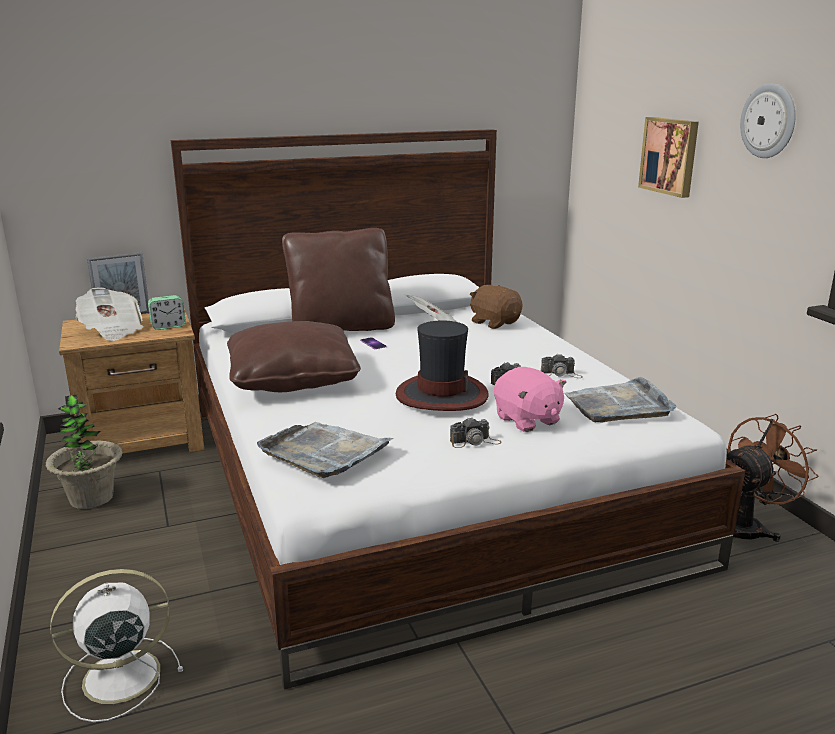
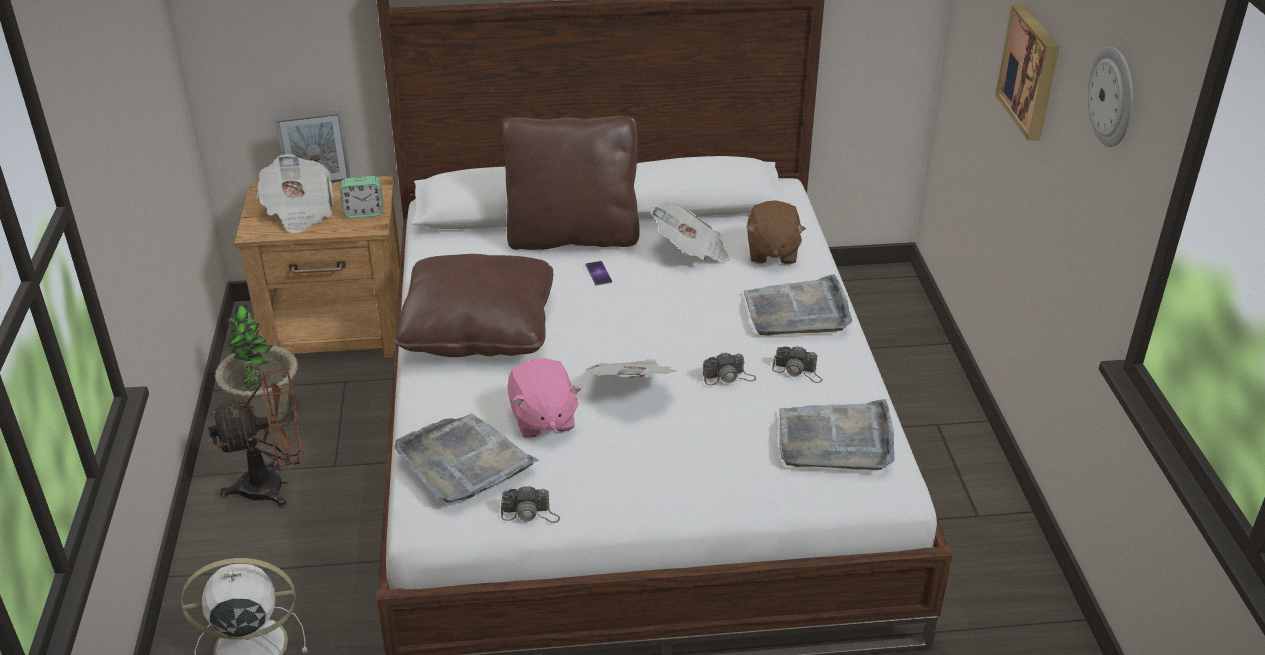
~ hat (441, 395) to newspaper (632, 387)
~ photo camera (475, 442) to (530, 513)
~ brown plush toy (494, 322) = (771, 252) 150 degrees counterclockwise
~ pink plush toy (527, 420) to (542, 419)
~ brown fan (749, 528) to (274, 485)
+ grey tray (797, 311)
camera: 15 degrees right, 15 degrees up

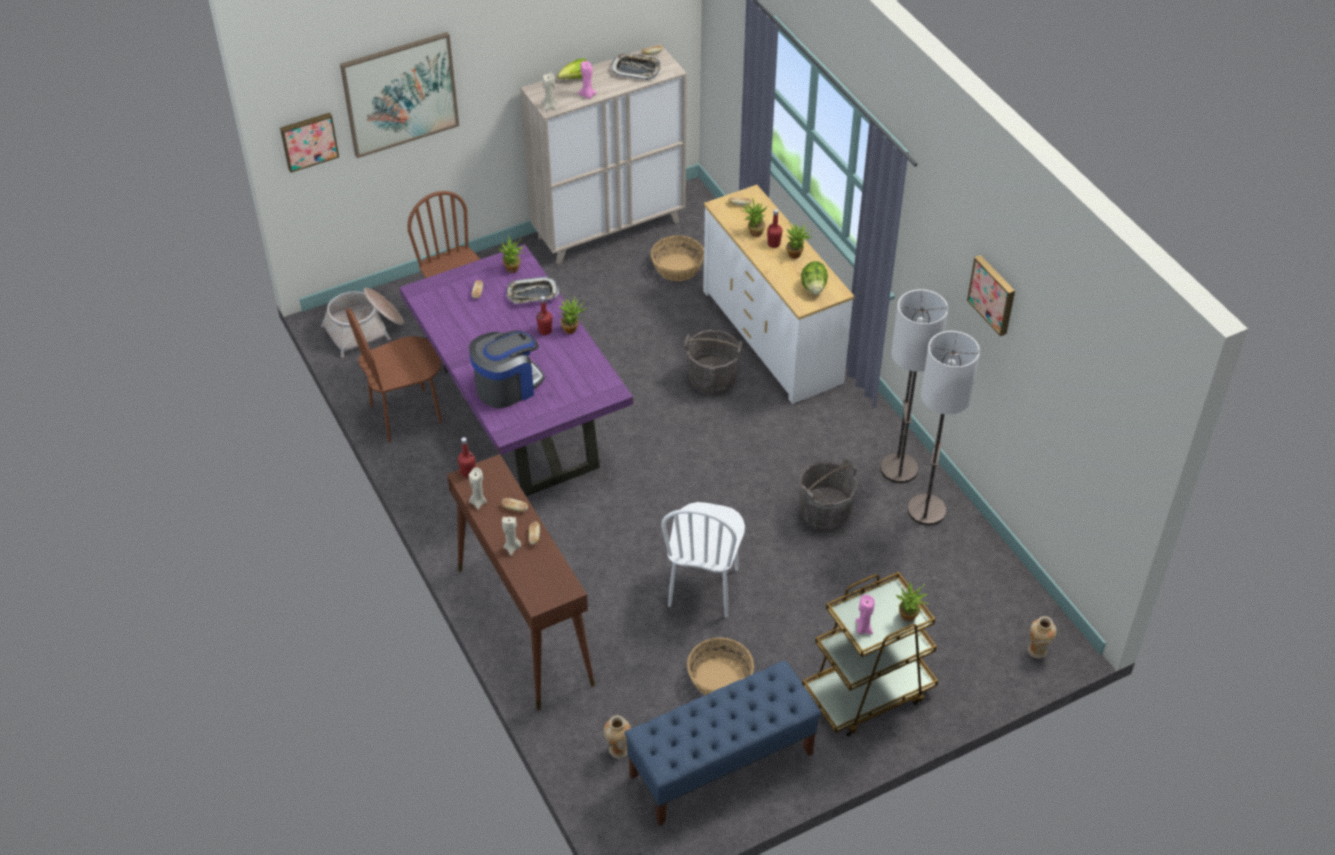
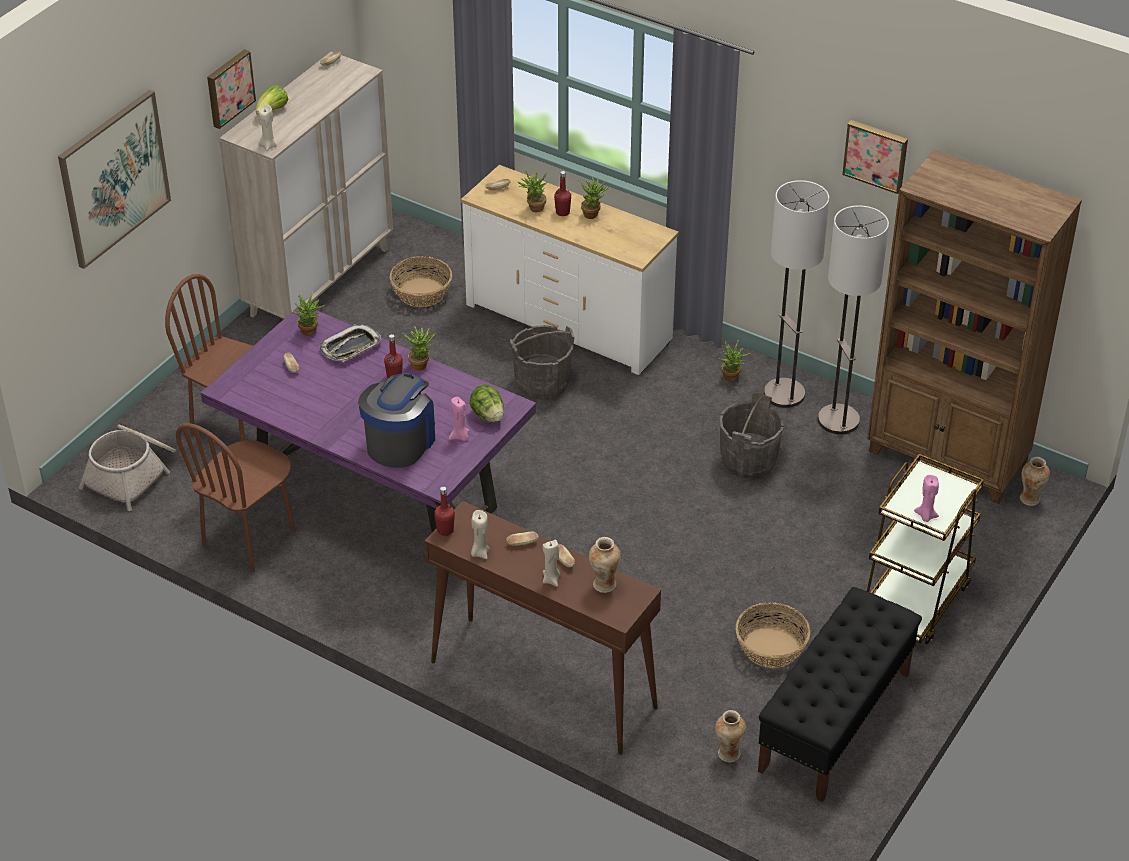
~ picture (308, 141) to (229, 88)
~ pink candle (587, 95) to (460, 437)
- tray (636, 70)
~ blue bench (721, 765) to black bench (834, 722)
- white chair (704, 587)
~ lettuce (814, 288) to (488, 415)
~ potted plant (909, 618) to (732, 378)
+ vase (604, 585)
+ brown bookcase (948, 458)
camera: 30 degrees left, 5 degrees down

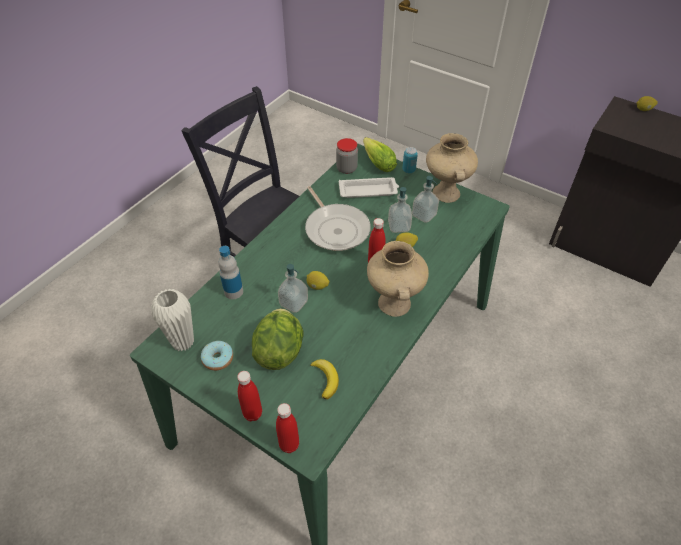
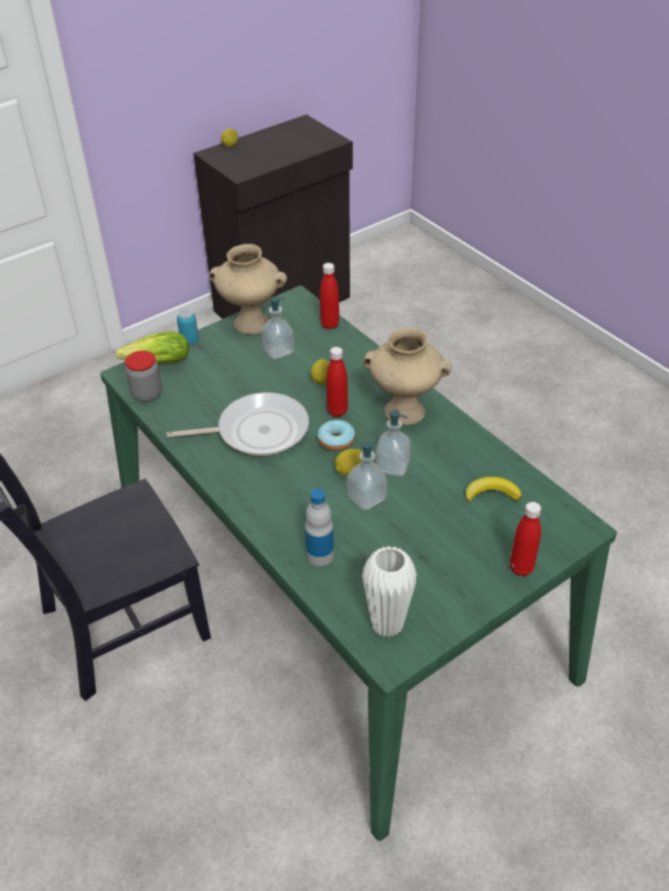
~ donut (218, 359) to (336, 441)
- lettuce (279, 350)
~ red bottle (289, 445) to (330, 325)
- white tray (369, 191)
~ soap dispenser (399, 226) to (392, 466)
camera: 70 degrees left, 5 degrees down

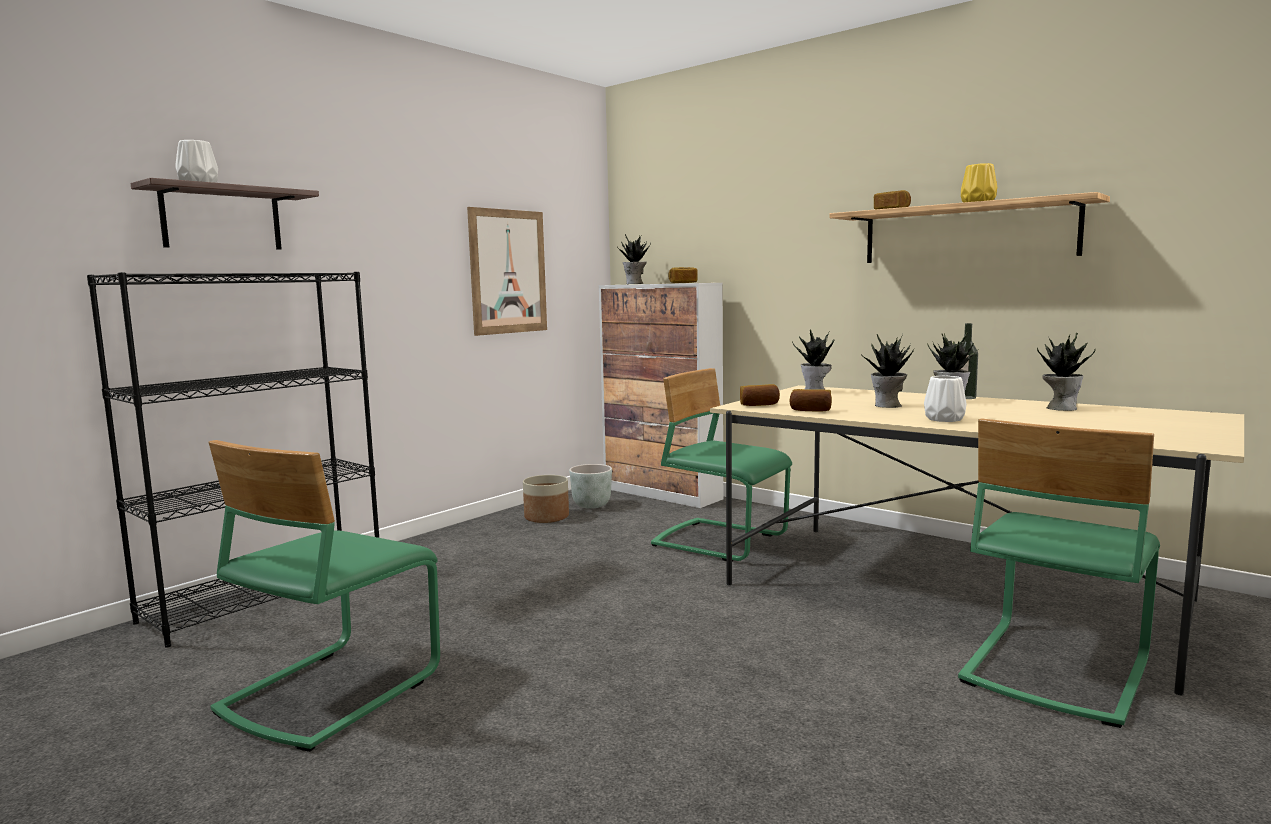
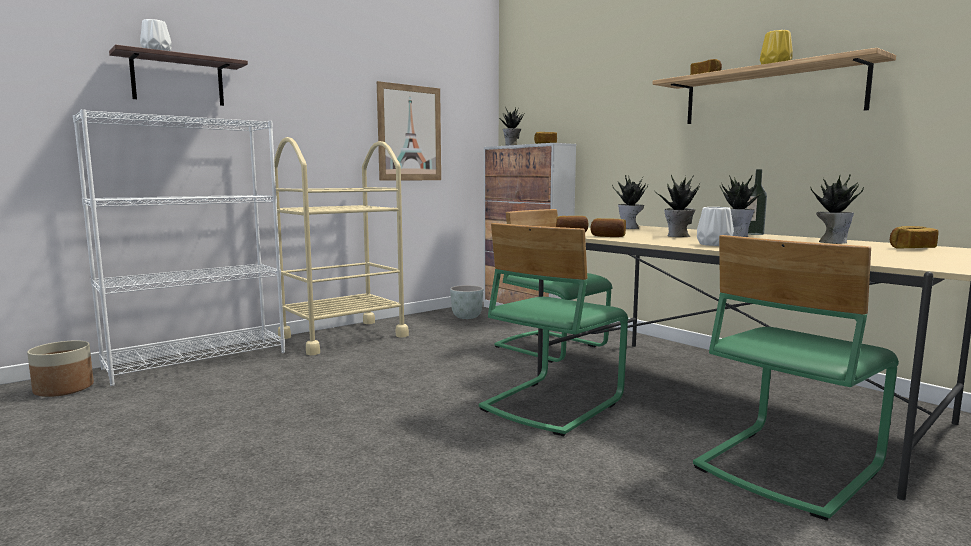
~ black bookcase (267, 597) to white bookcase (198, 360)
~ green chair (329, 691) to (551, 404)
~ planter (546, 517) to (64, 389)
+ beige cart (343, 337)
+ bread (911, 248)
camera: 10 degrees right, 0 degrees up

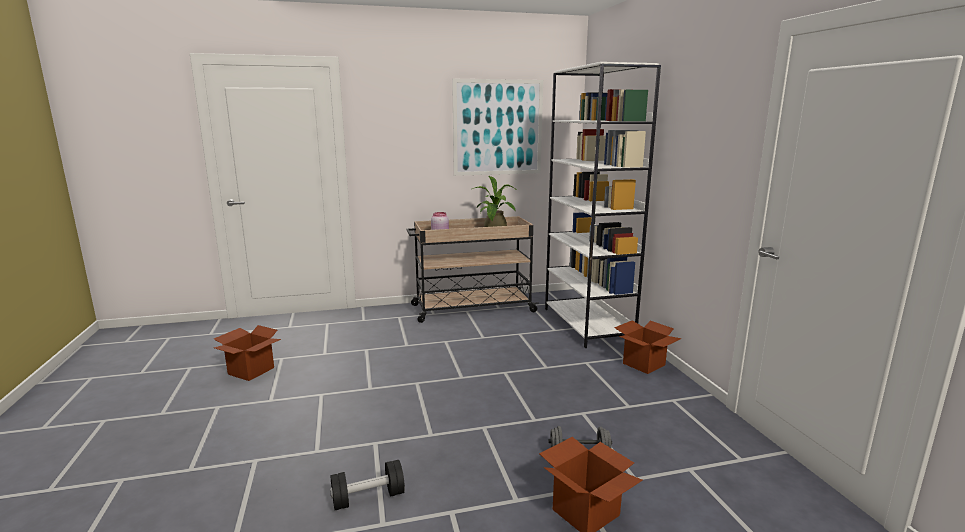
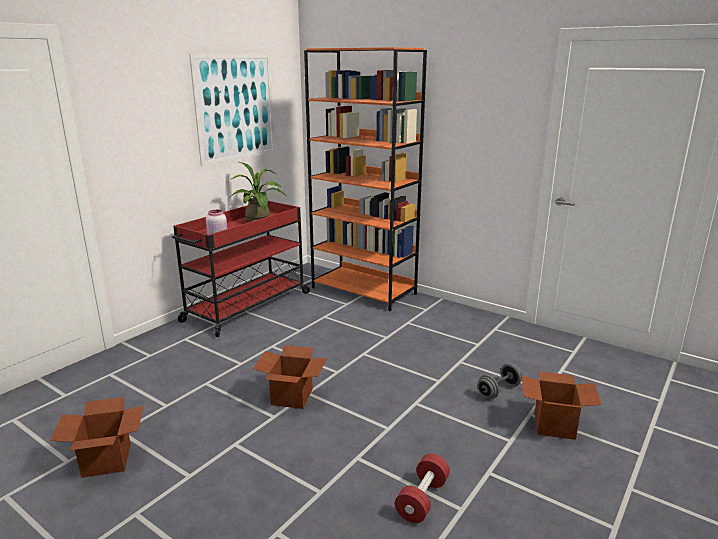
~ black dumbbell (368, 498) to red dumbbell (422, 499)
~ beige cart (471, 308) to red cart (246, 307)
~ white bookcase (588, 324) to orange bookcase (364, 291)
~ cardboard box (643, 364) to (291, 397)
camera: 40 degrees left, 5 degrees up

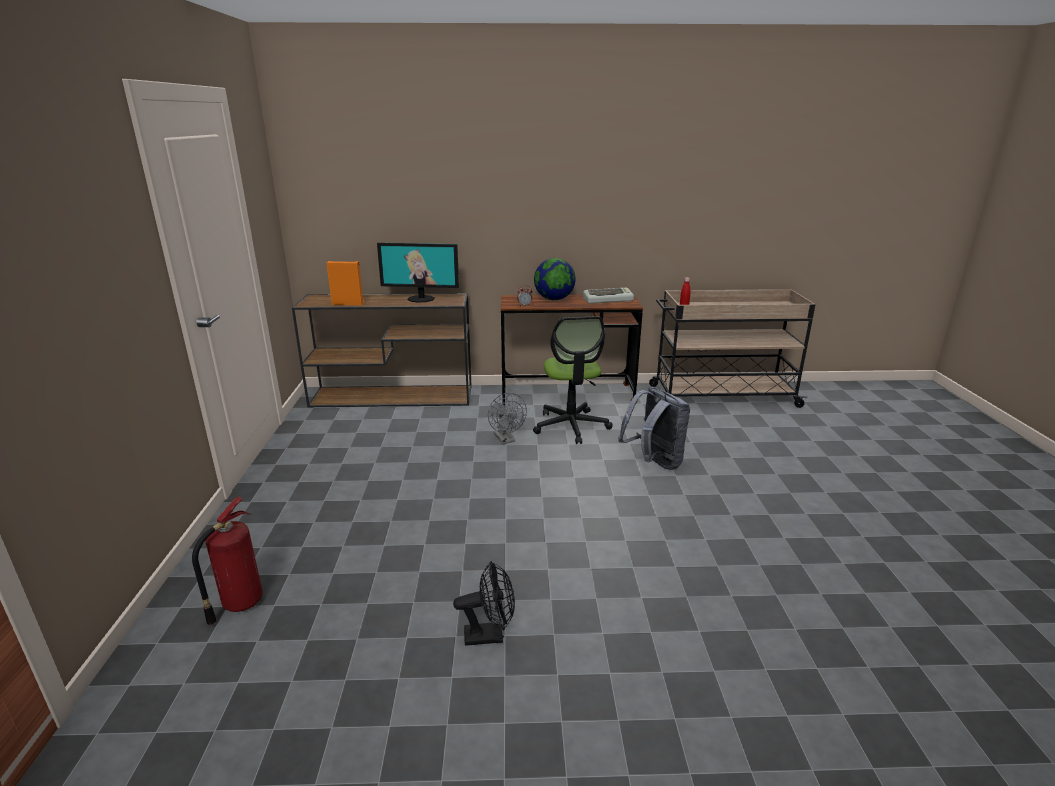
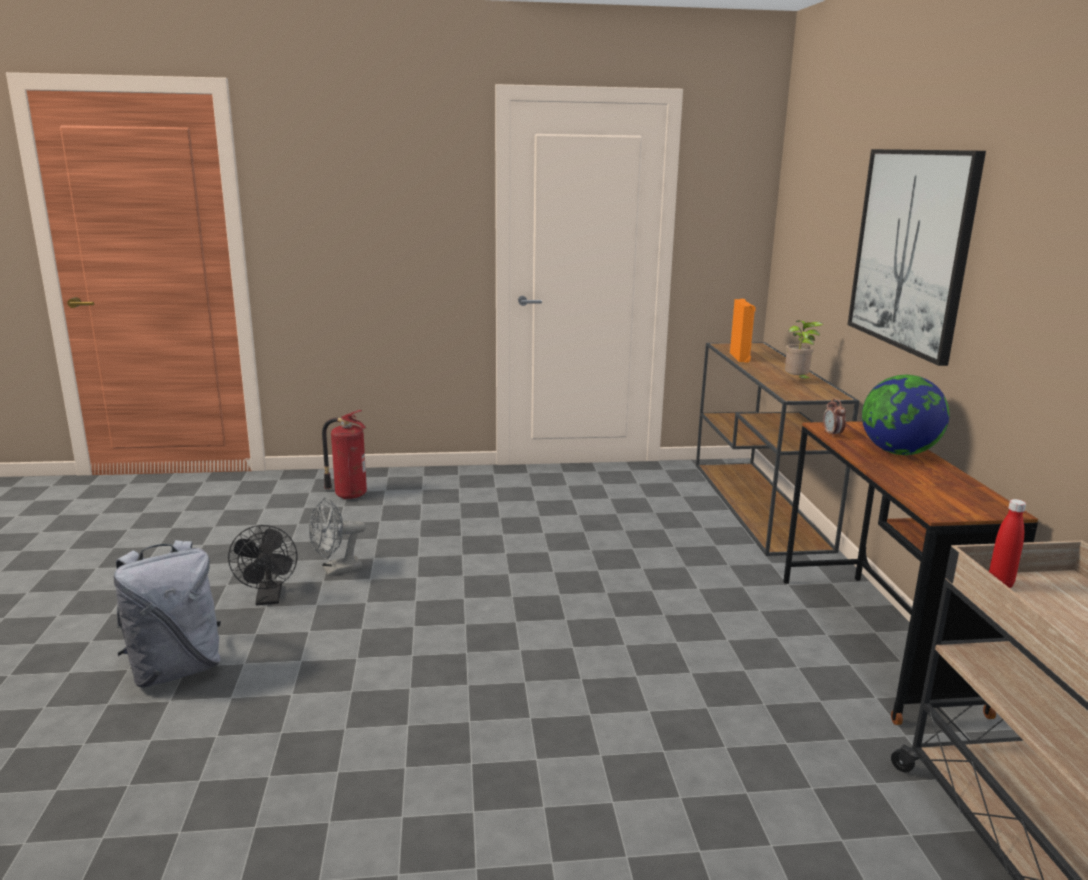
~ monitor (421, 298) to potted plant (797, 381)
~ grey fan (506, 440) to (336, 570)
- office chair (571, 426)
- keyboard (608, 299)
~ grey backpack (654, 463) to (176, 669)
+ picture (911, 250)
camera: 85 degrees right, 5 degrees down

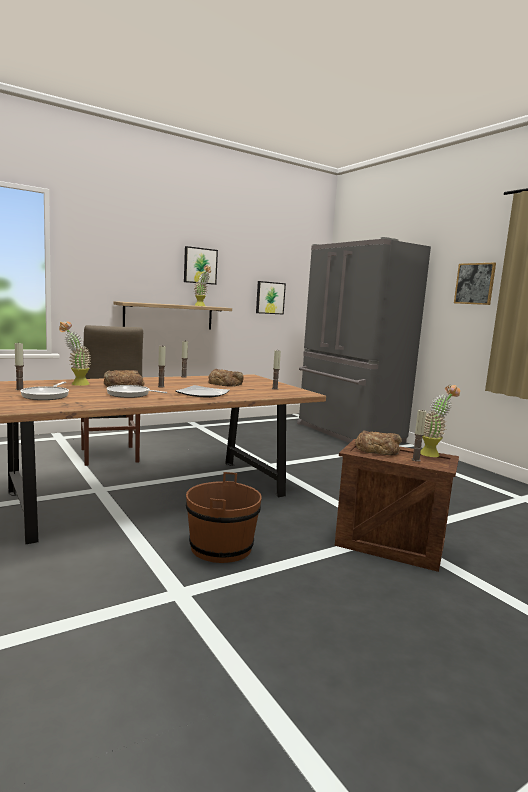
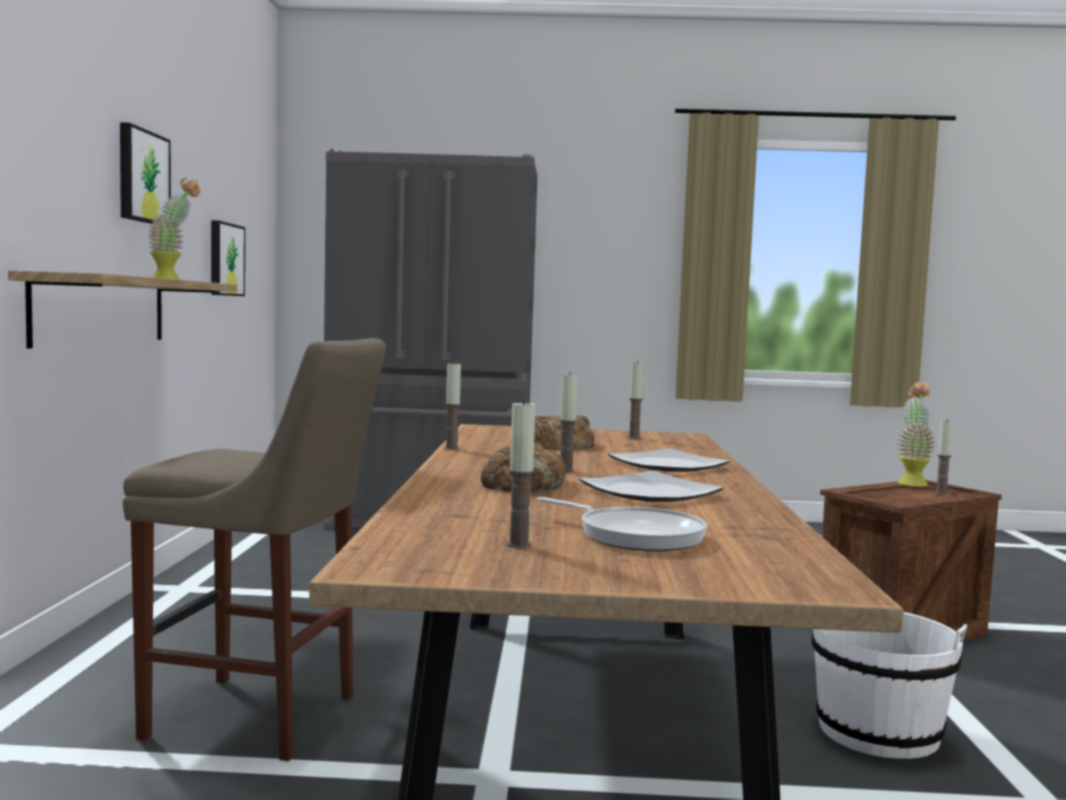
- potted plant (75, 384)
~ frying pan (130, 394) to plate (651, 493)
~ brown bucket (221, 548) to white bucket (878, 731)
- bread (377, 449)
- picture (475, 283)
camera: 55 degrees left, 5 degrees down

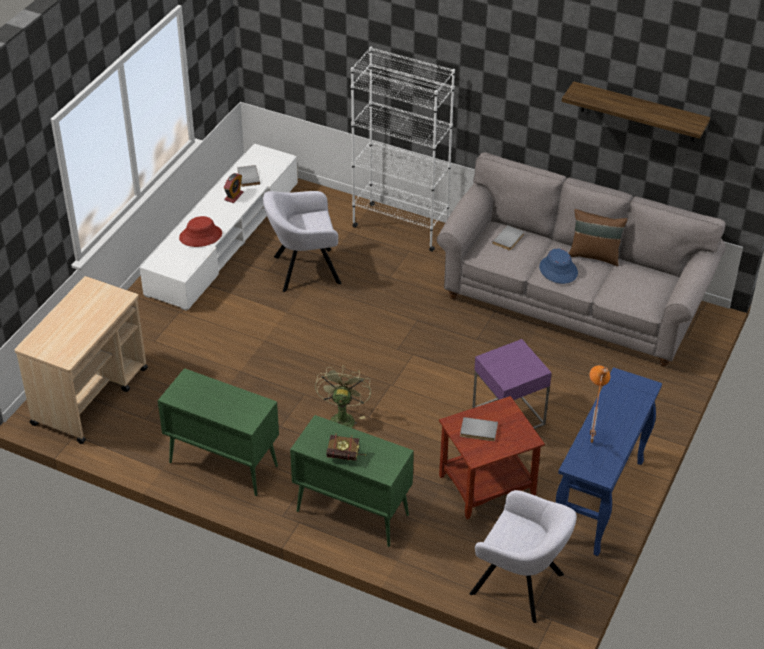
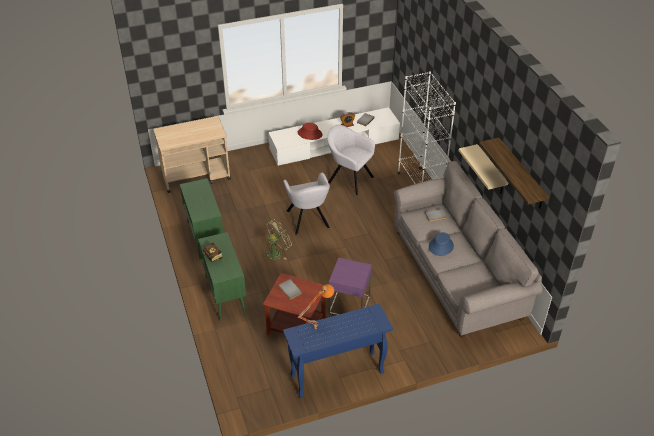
~ grey armchair (521, 585) to (308, 220)
- brown pillow (594, 255)
+ beige shelf (491, 170)
camera: 45 degrees right, 0 degrees up

